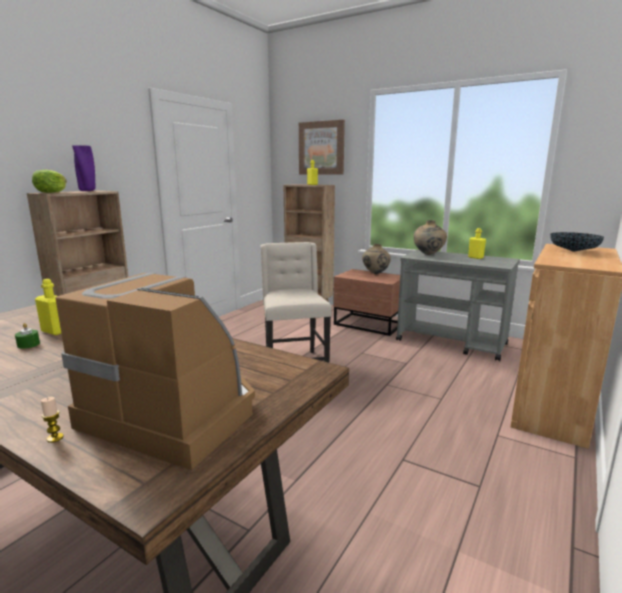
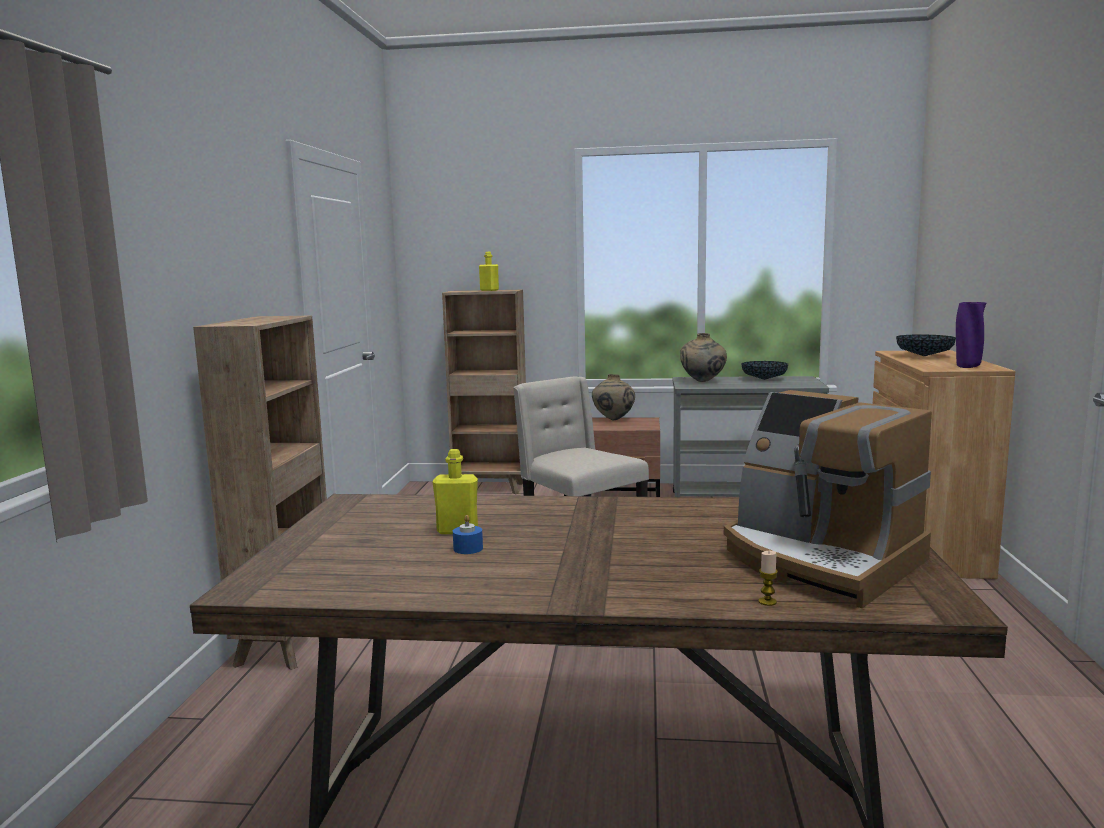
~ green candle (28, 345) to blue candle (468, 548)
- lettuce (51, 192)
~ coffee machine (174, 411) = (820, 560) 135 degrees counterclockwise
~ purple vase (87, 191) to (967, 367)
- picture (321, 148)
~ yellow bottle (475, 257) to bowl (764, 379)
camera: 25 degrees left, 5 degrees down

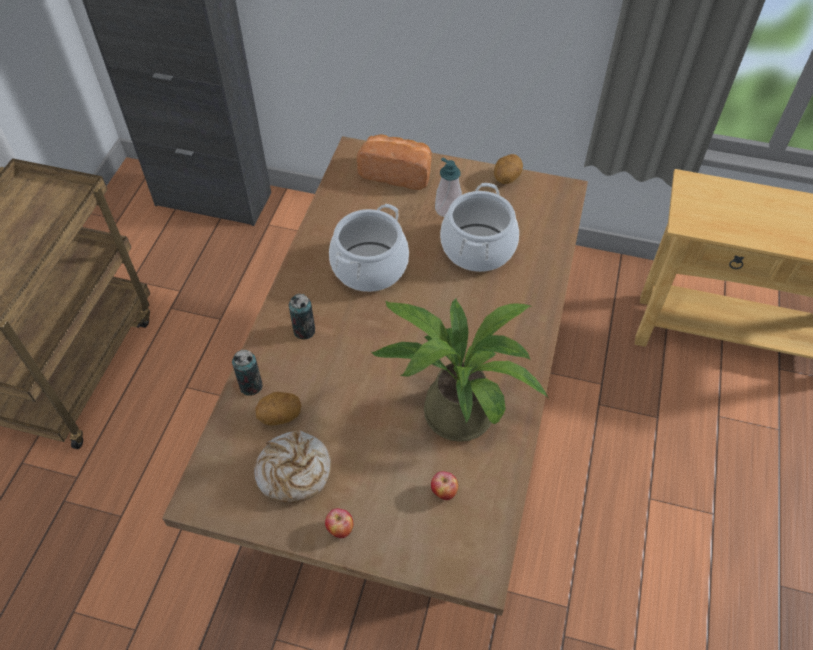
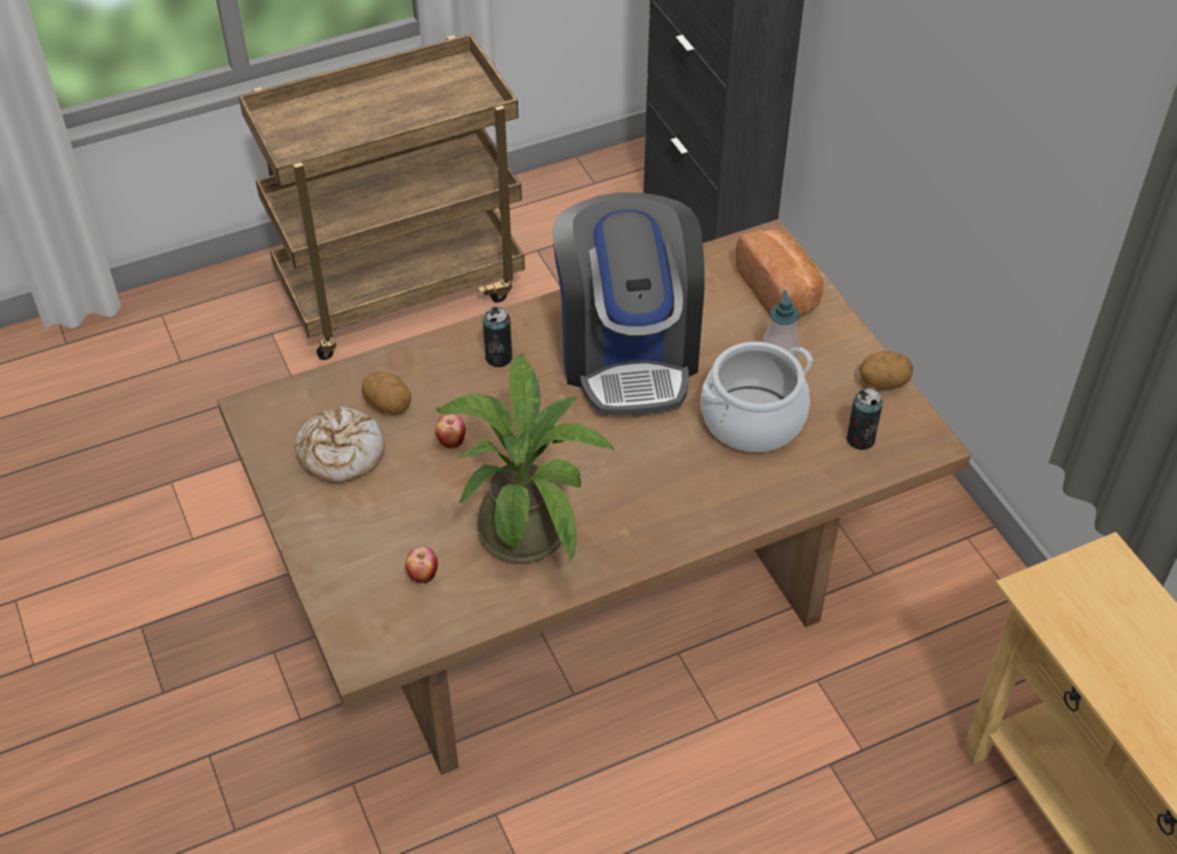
~ can (251, 386) to (860, 439)
~ apple (340, 529) to (451, 442)
~ cooking pot (369, 267) to coffee machine (628, 352)
camera: 50 degrees right, 5 degrees down

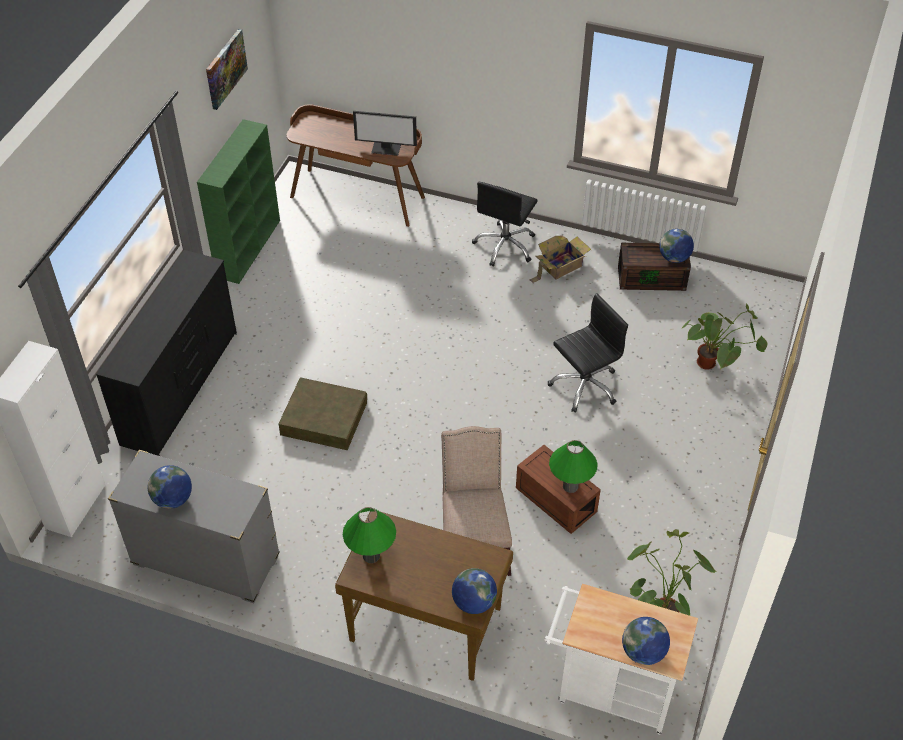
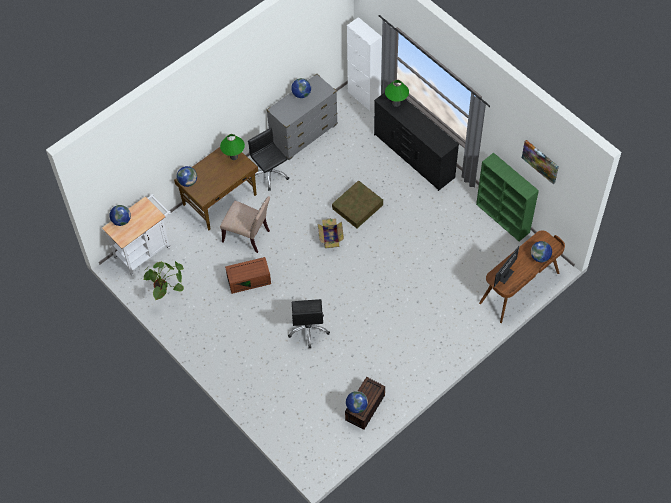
~ black office chair (505, 246) to (269, 174)
~ cardboard box (560, 266) to (331, 237)
~ green table lamp (570, 486) to (396, 103)
- potted plant (715, 364)
+ globe (540, 257)
camera: 120 degrees right, 10 degrees up

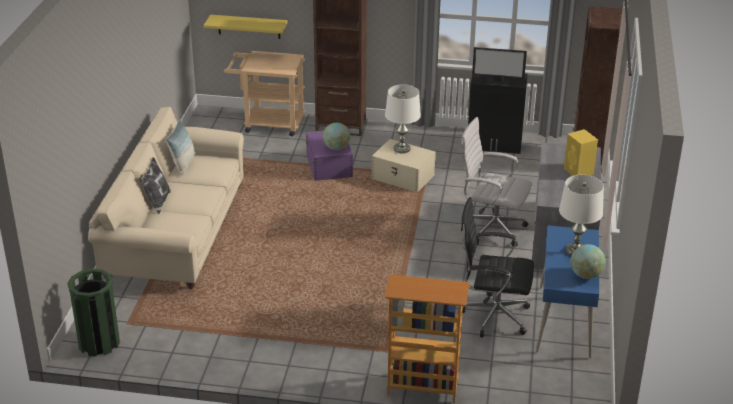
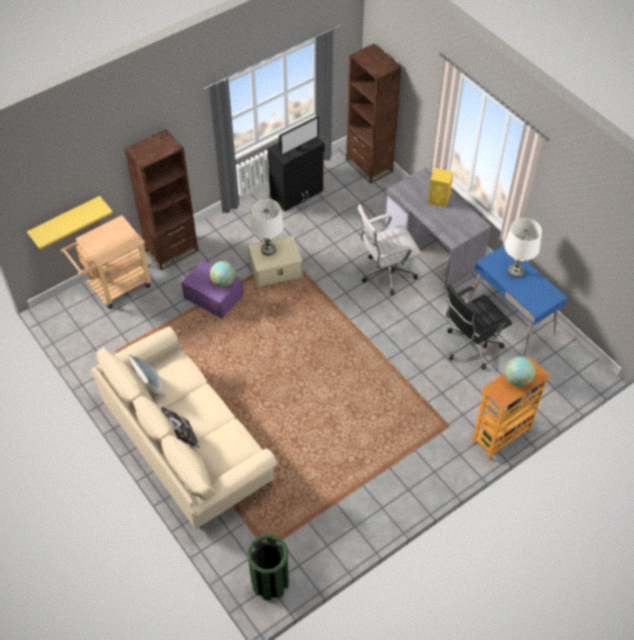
~ globe (586, 275) to (517, 380)
camera: 45 degrees left, 20 degrees up

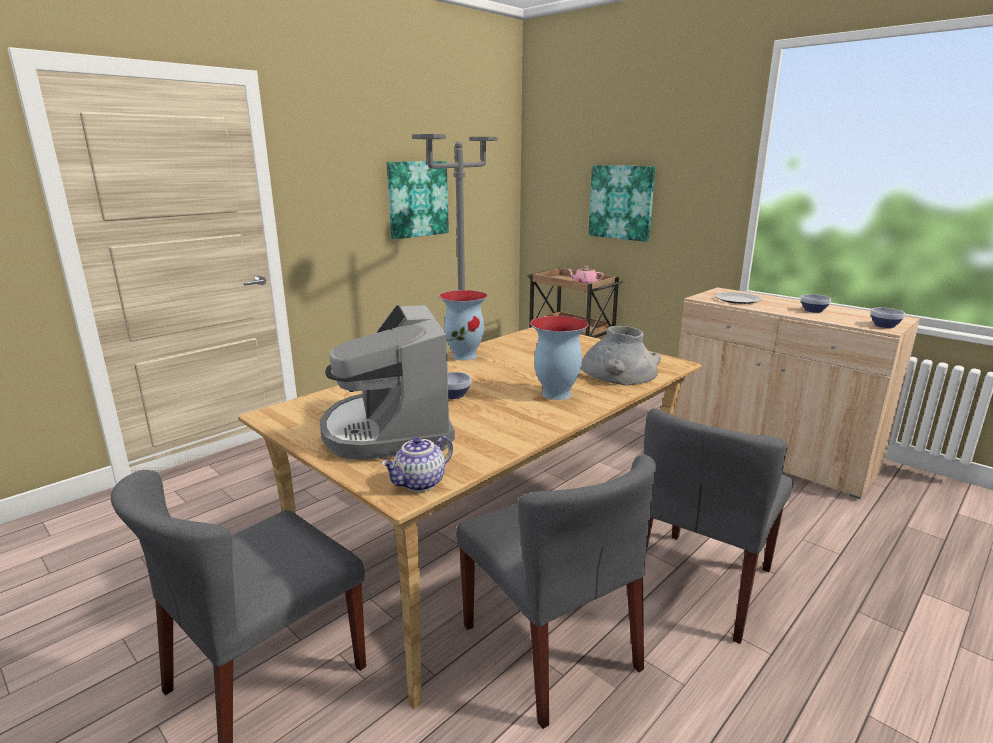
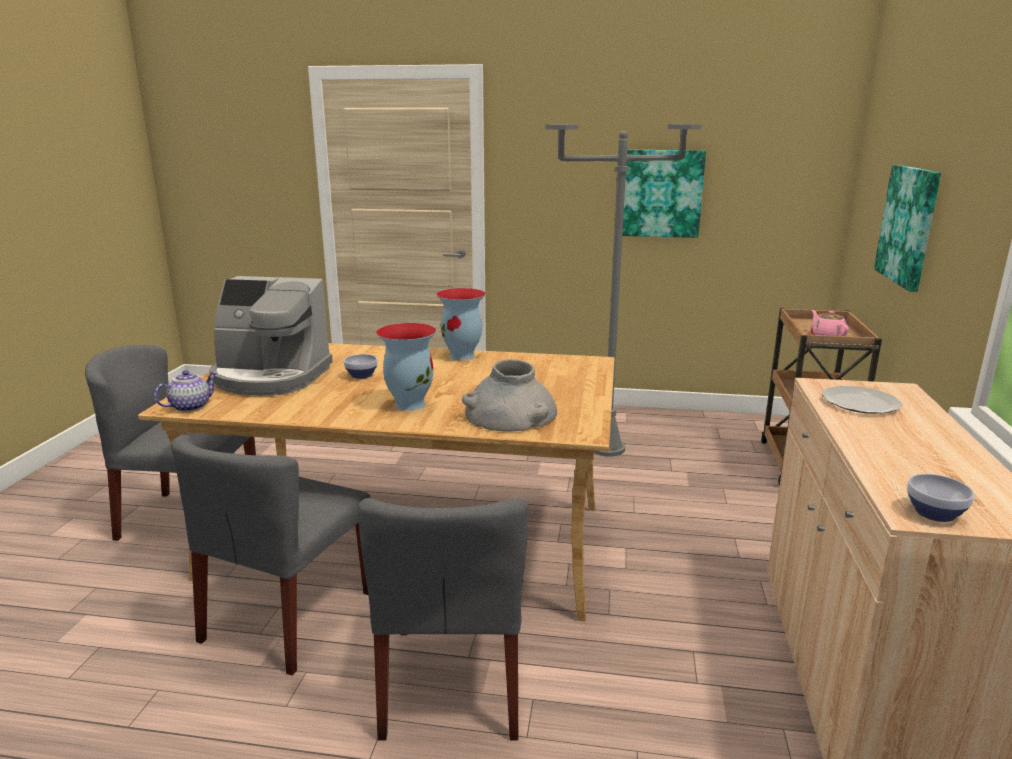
~ coffee machine (389, 430) = (270, 377) 120 degrees counterclockwise
~ teapot (420, 483) = (190, 406) 120 degrees clockwise
~ grey chair (702, 583) = (453, 681) 90 degrees counterclockwise
- bowl (812, 310)
camera: 55 degrees right, 0 degrees up

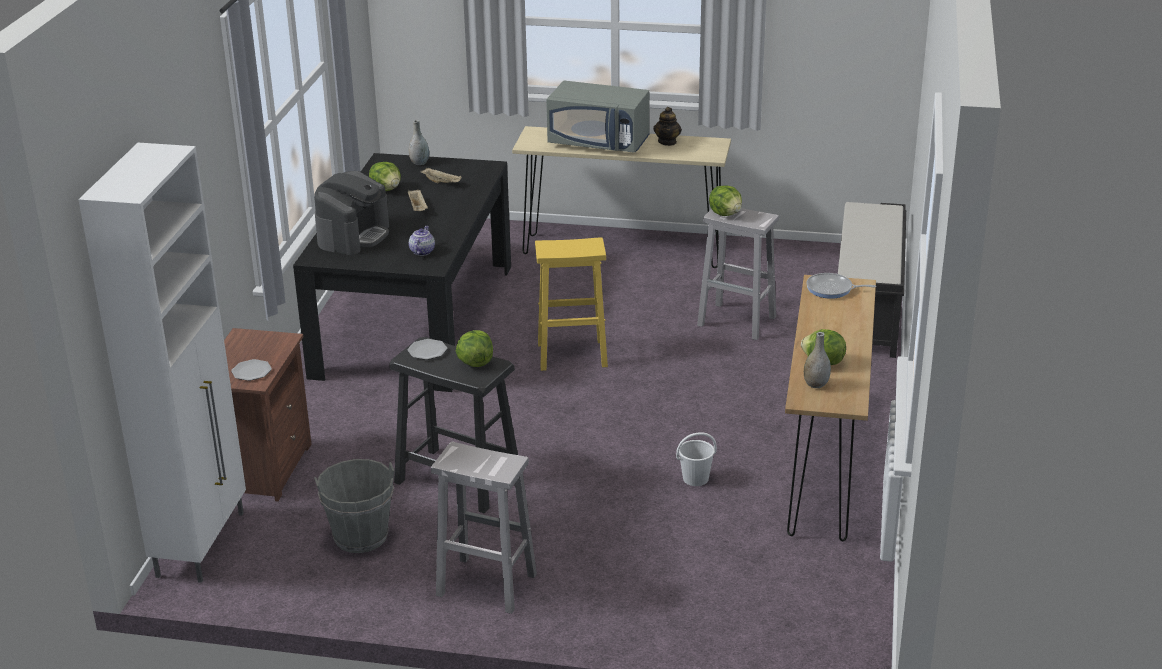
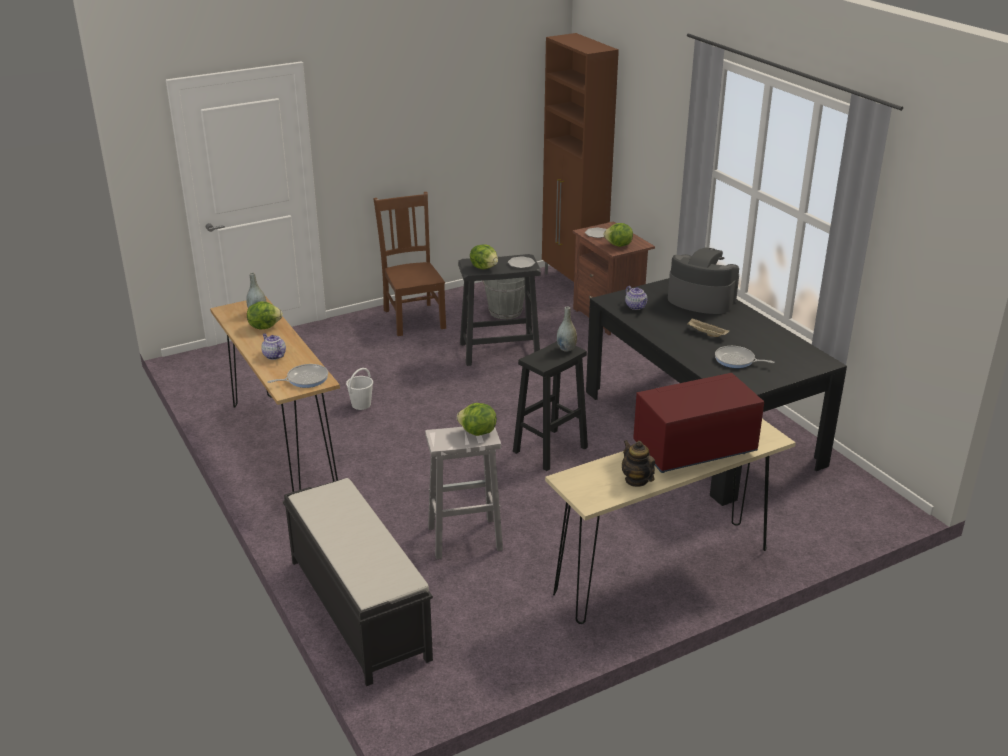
~ white cabinet (202, 543) to brown cabinet (573, 284)
~ coffee machine (354, 235) = (700, 300) 135 degrees clockwise
~ lettuce (386, 189) to (618, 245)
~ grey vase (419, 163) to (566, 348)
~ beige tray (442, 182) to frying pan (736, 360)
~ white stool (485, 585) to brown chair (414, 318)
~ yellow stool (573, 355) to black stool (549, 450)
~ grey microwave (599, 143) to red microwave (694, 450)
+ teapot (274, 355)
camera: 140 degrees right, 0 degrees up

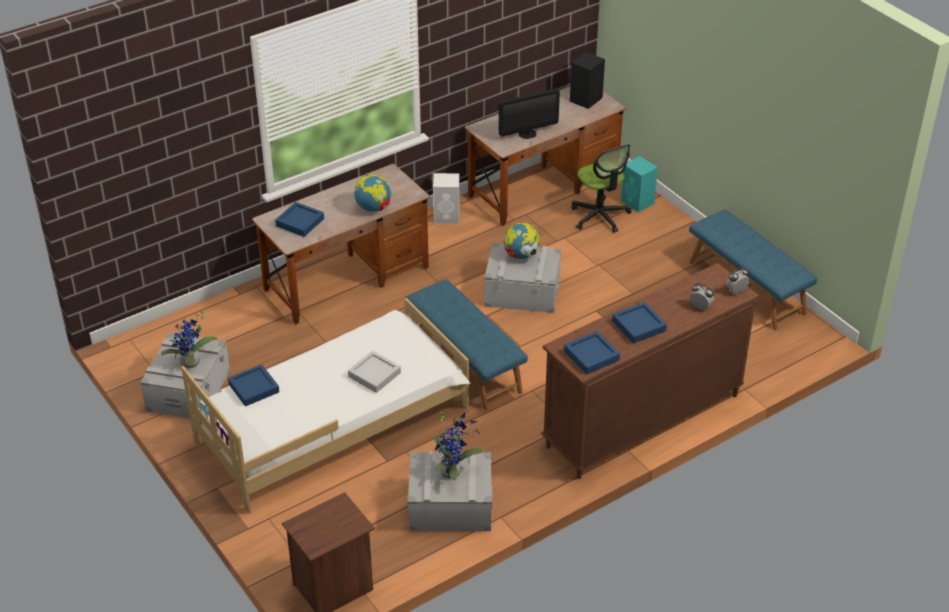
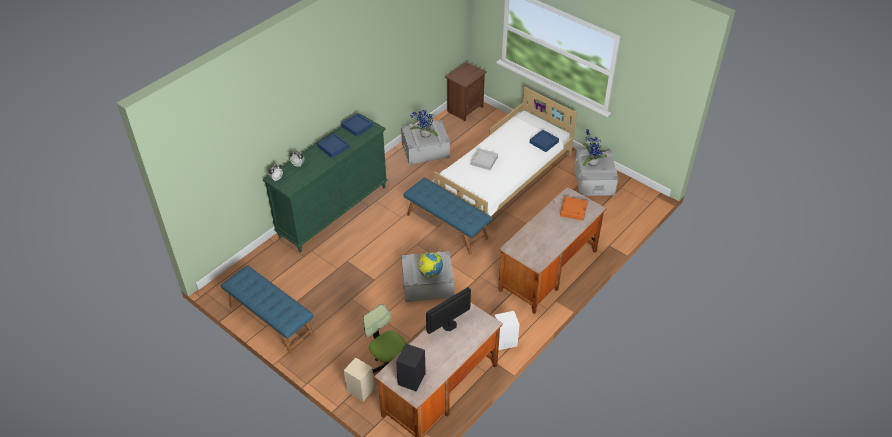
~ blue tray (300, 222) to orange tray (573, 210)
- globe (373, 208)
~ brown dresser (642, 421) to green dresser (334, 211)
~ turquoise speaker (638, 202) to beige speaker (360, 389)
camera: 165 degrees right, 5 degrees up

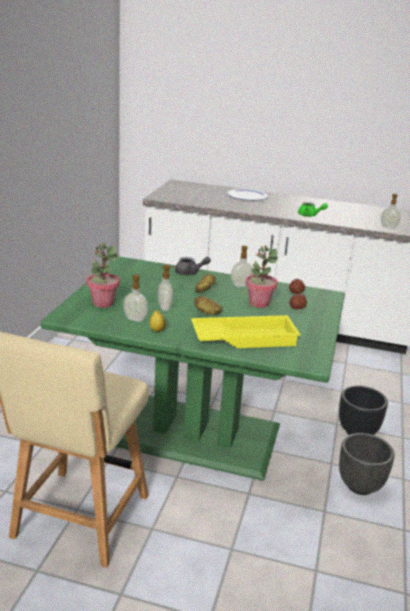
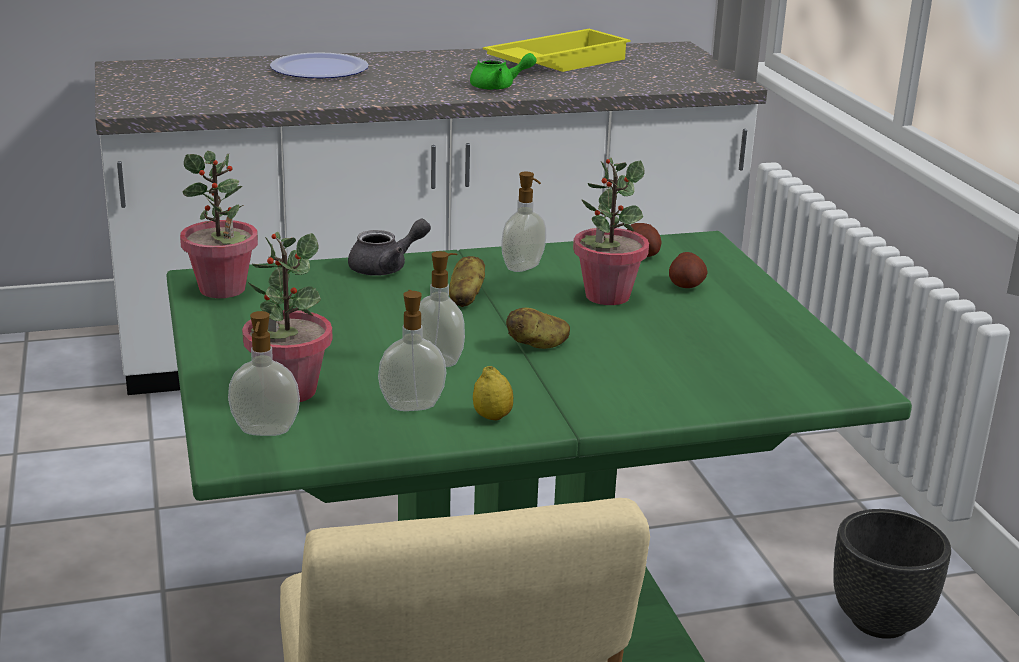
~ yellow tray (244, 337) to (556, 62)
- black planter (358, 432)
~ soap dispenser (388, 227) to (265, 432)
+ potted plant (223, 289)
camera: 30 degrees left, 0 degrees up

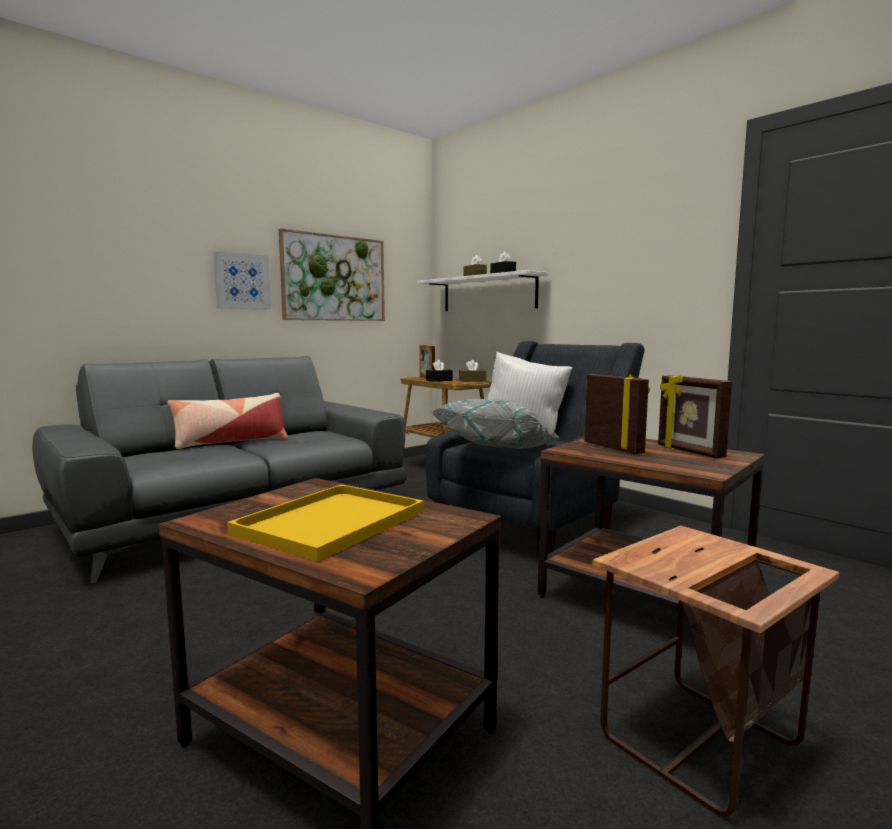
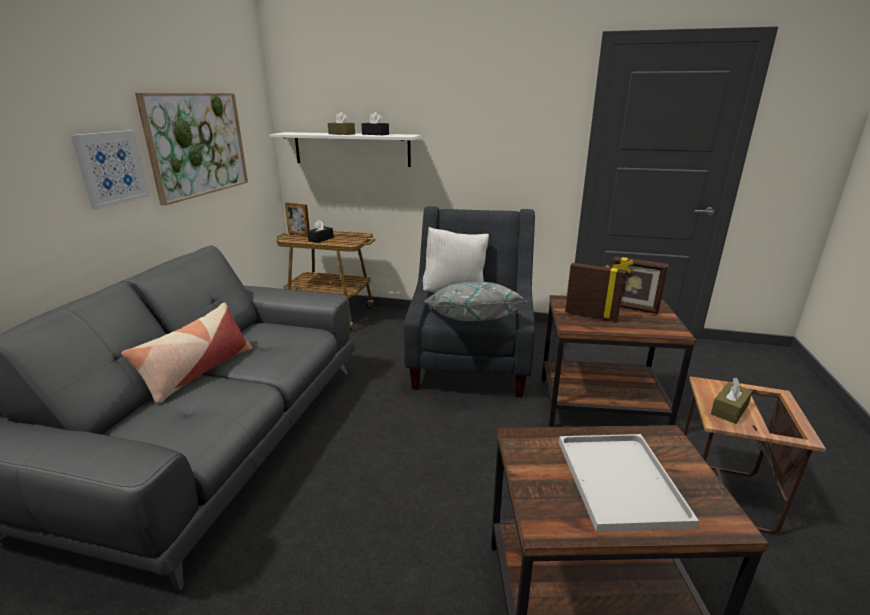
~ yellow tray (332, 521) to white tray (617, 479)
~ brown tissue box (472, 380) to (729, 410)
camera: 35 degrees left, 15 degrees up

